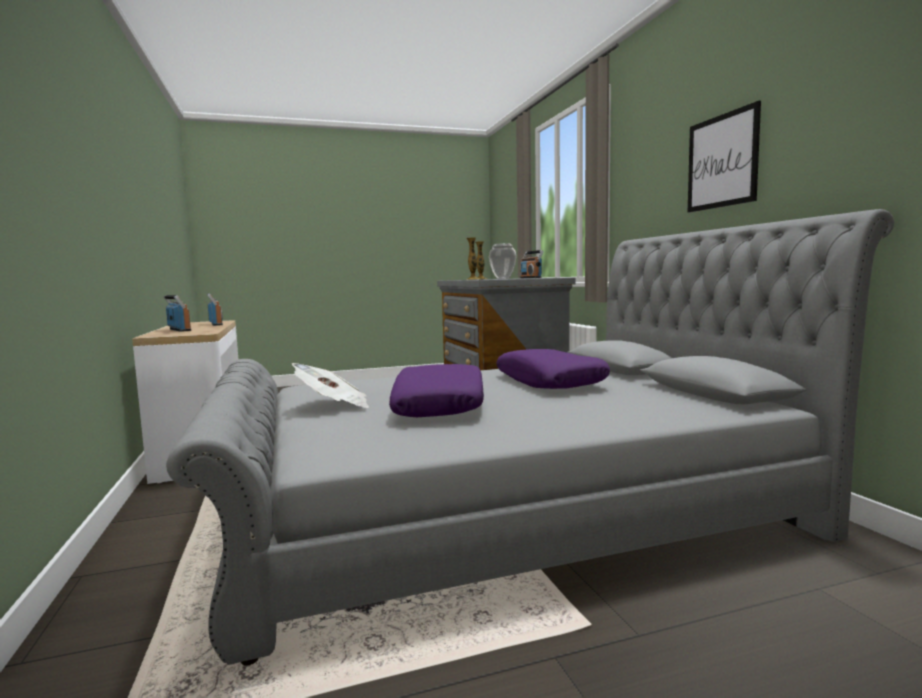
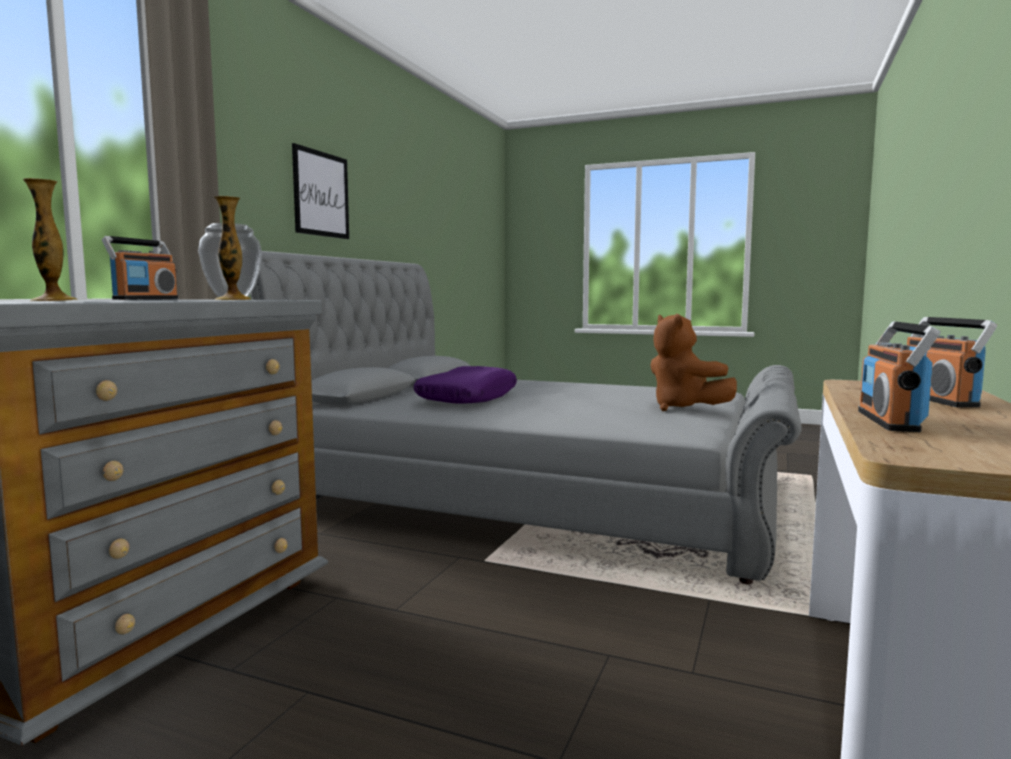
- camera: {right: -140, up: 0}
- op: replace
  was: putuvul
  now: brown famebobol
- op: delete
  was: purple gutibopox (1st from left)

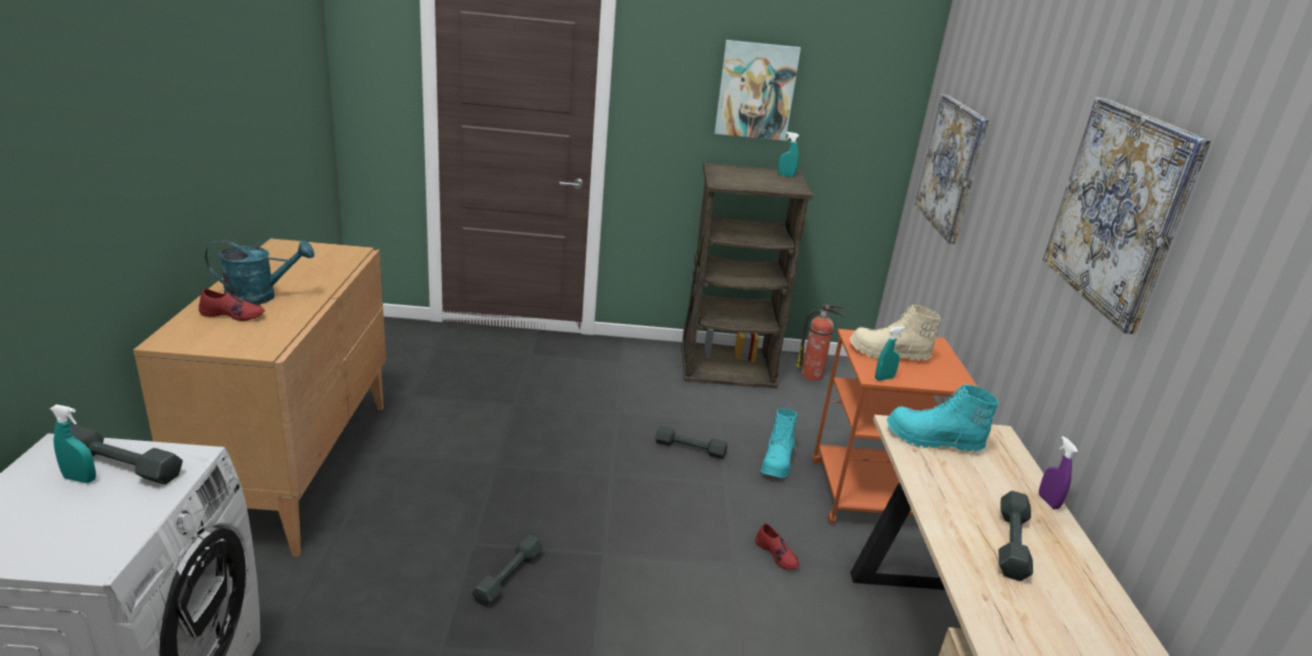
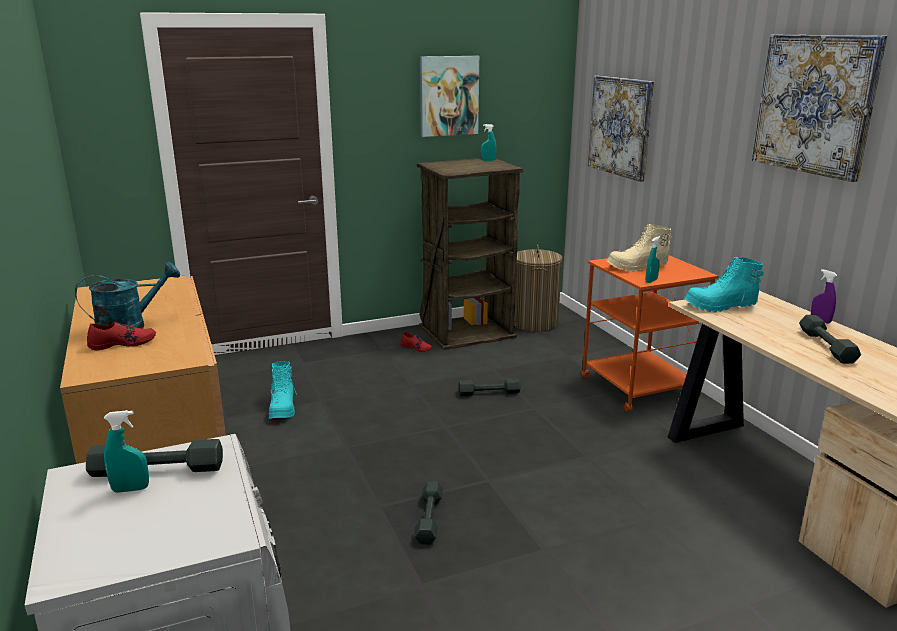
- camera: {right: -20, up: -5}
- op: replace
  was: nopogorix
  now: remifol
- op: move
  was: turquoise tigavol (1st from left)
- op: move
  was: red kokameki (2nd from left)

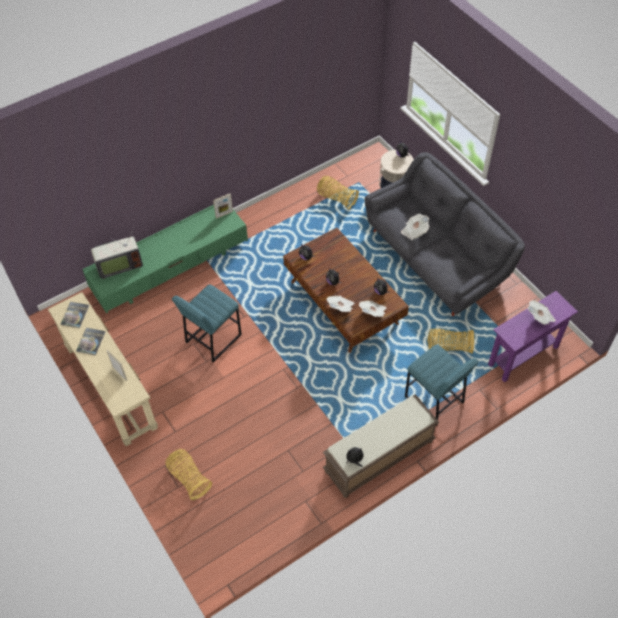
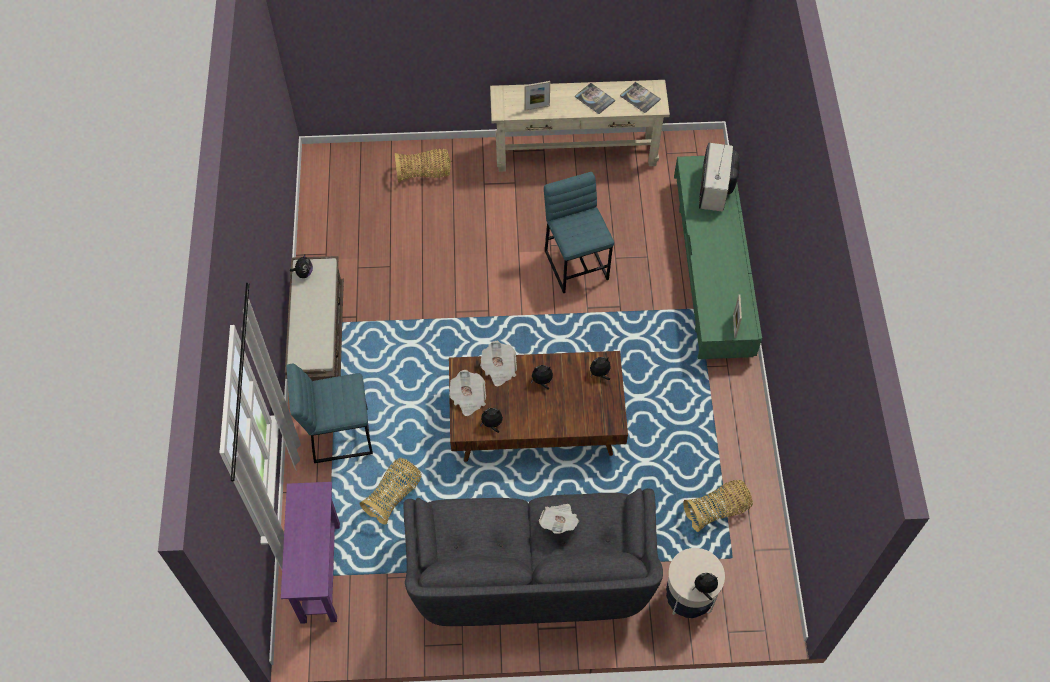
- camera: {right: 120, up: 5}
- op: delete
  was: putuvul (4th from left)

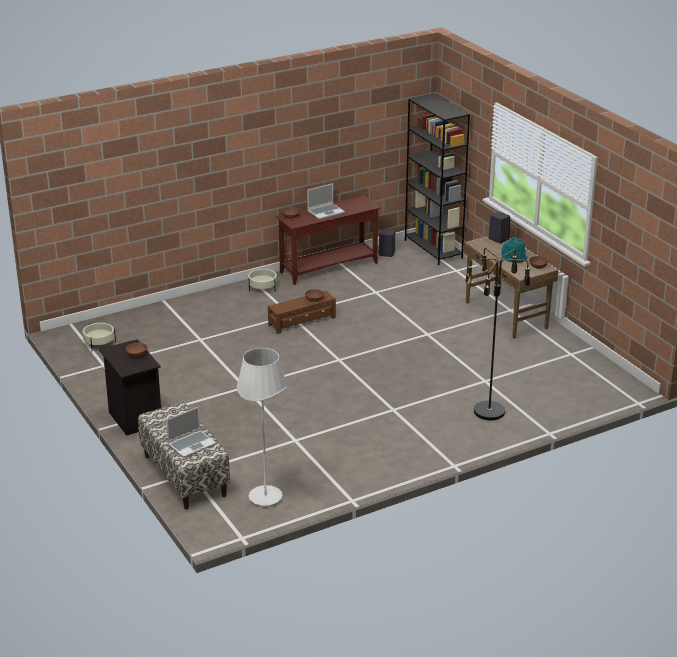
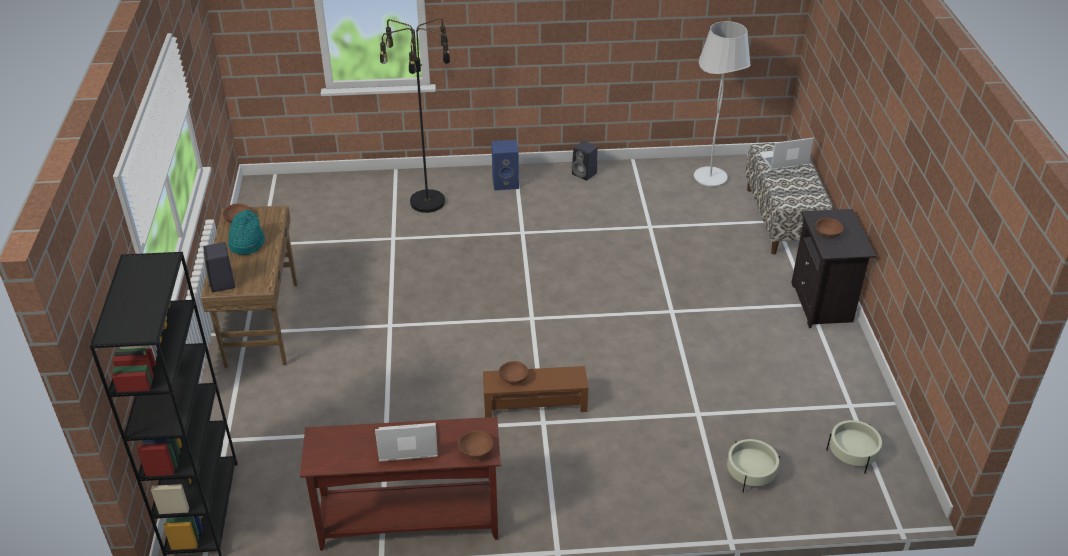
- camera: {right: -155, up: 10}
- op: move
  was: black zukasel (1st from left in the first image)
  now: black zukasel (2nd from left)
- op: move
  was: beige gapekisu (2nd from left in the first image)
  now: beige gapekisu (1st from left)
- op: insert
  now: blue zukasel

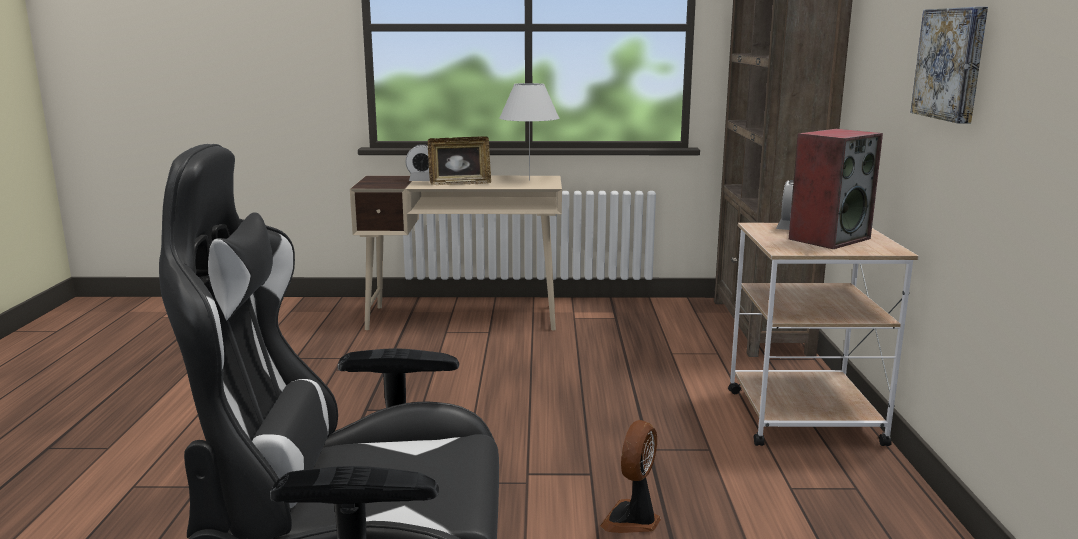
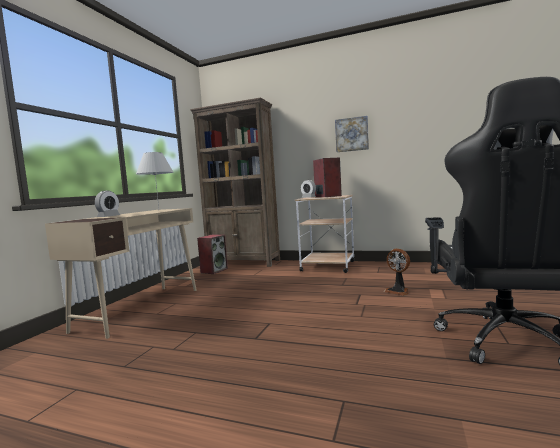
- camera: {right: -70, up: -10}
- op: delete
  was: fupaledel
- op: insert
  now: zukasel (1st from left)

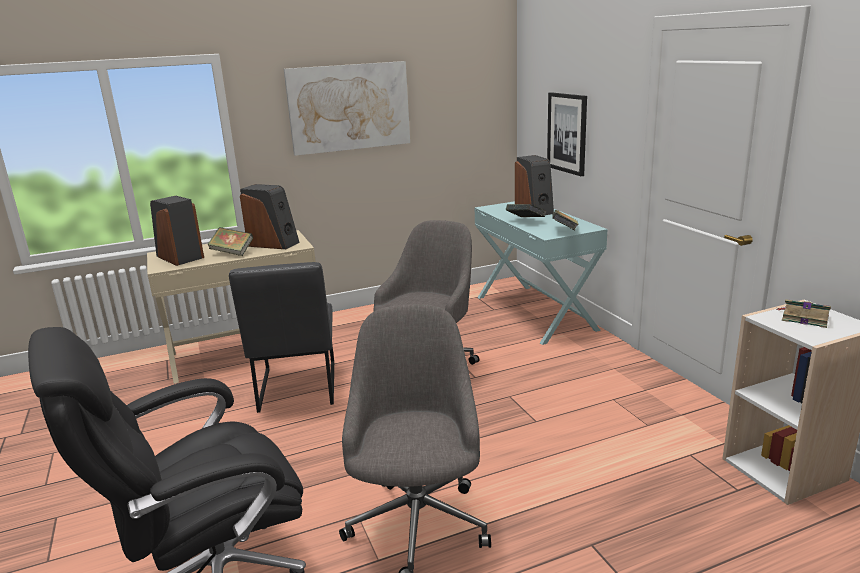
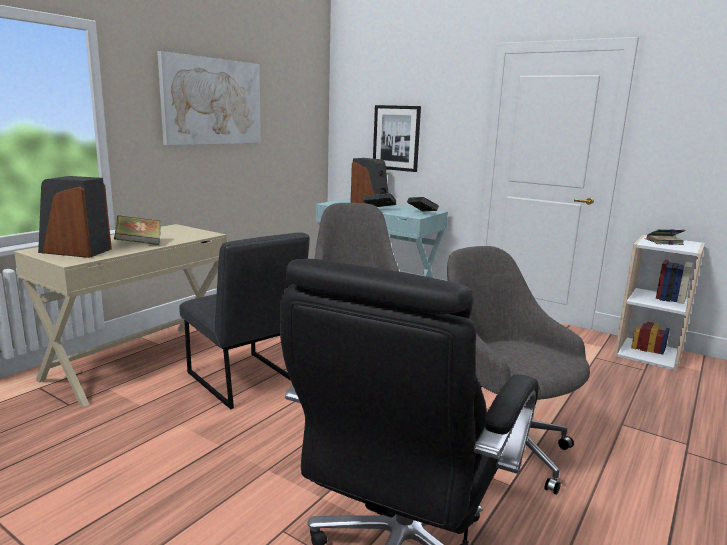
- camera: {right: -35, up: -5}
- op: delete
  was: zukasel (2nd from left)

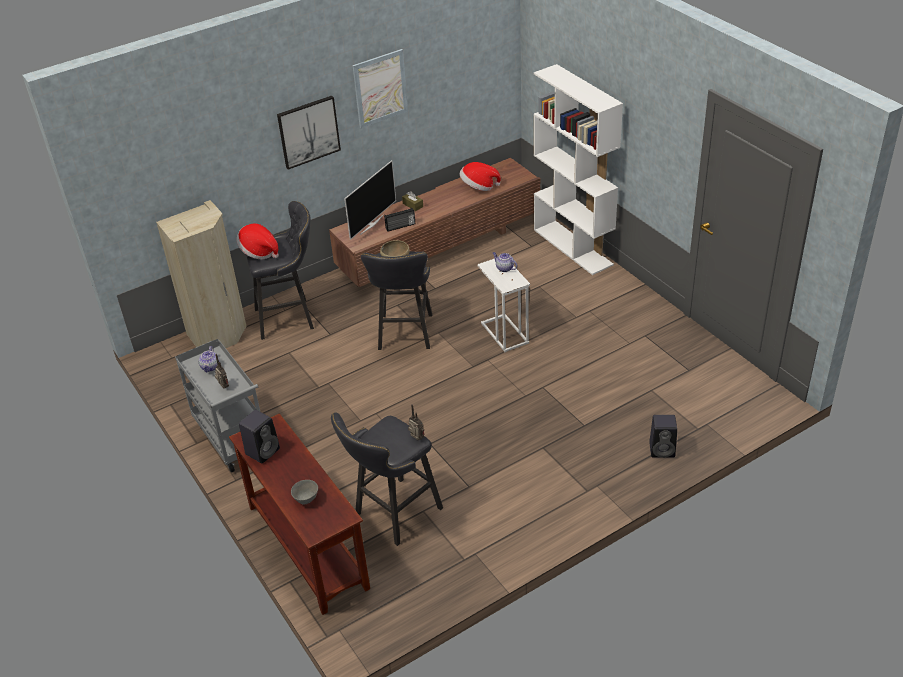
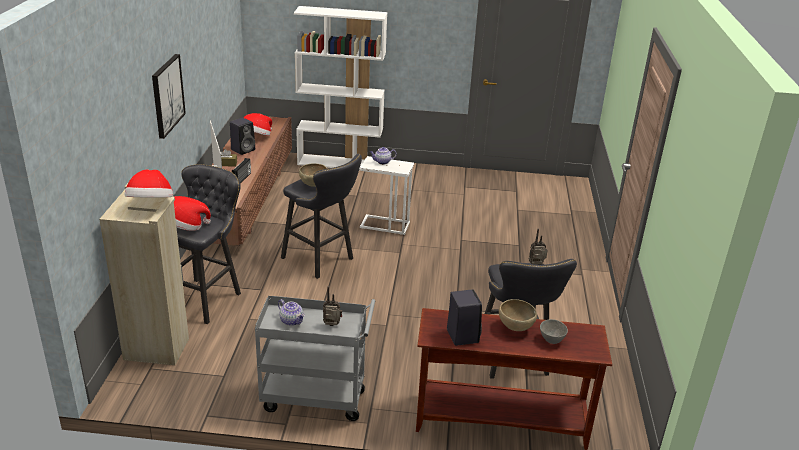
- camera: {right: -55, up: -10}
- op: delete
  was: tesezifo (2nd from left)
- op: move
  was: black zukasel (2nd from left in the first image)
  now: black zukasel (1st from left)
- op: insert
  now: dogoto (1st from left)
- op: insert
  now: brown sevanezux (2nd from left)

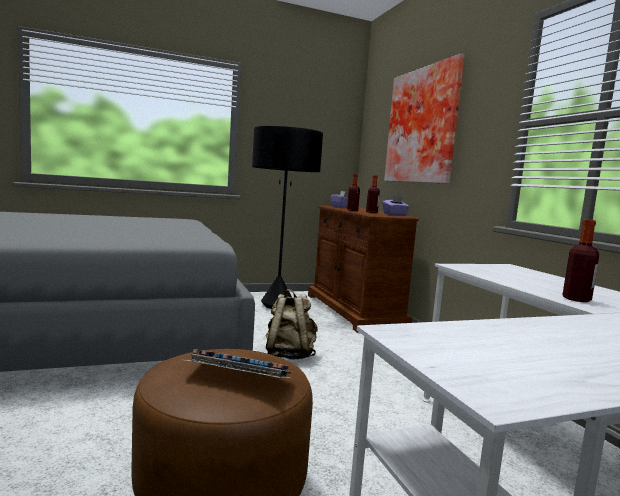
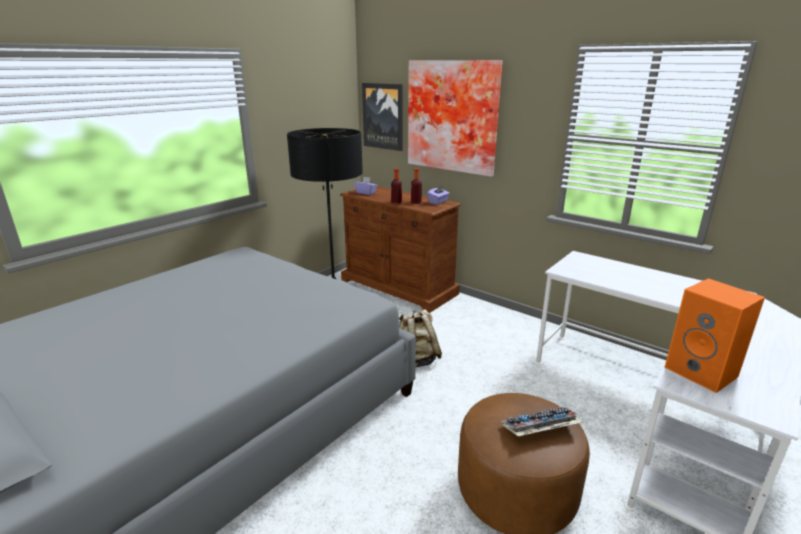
- camera: {right: -30, up: 15}
- op: delete
  was: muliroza (3rd from left)
- op: insert
  now: tesezifo (1st from left)
- op: insert
  now: orange zukasel

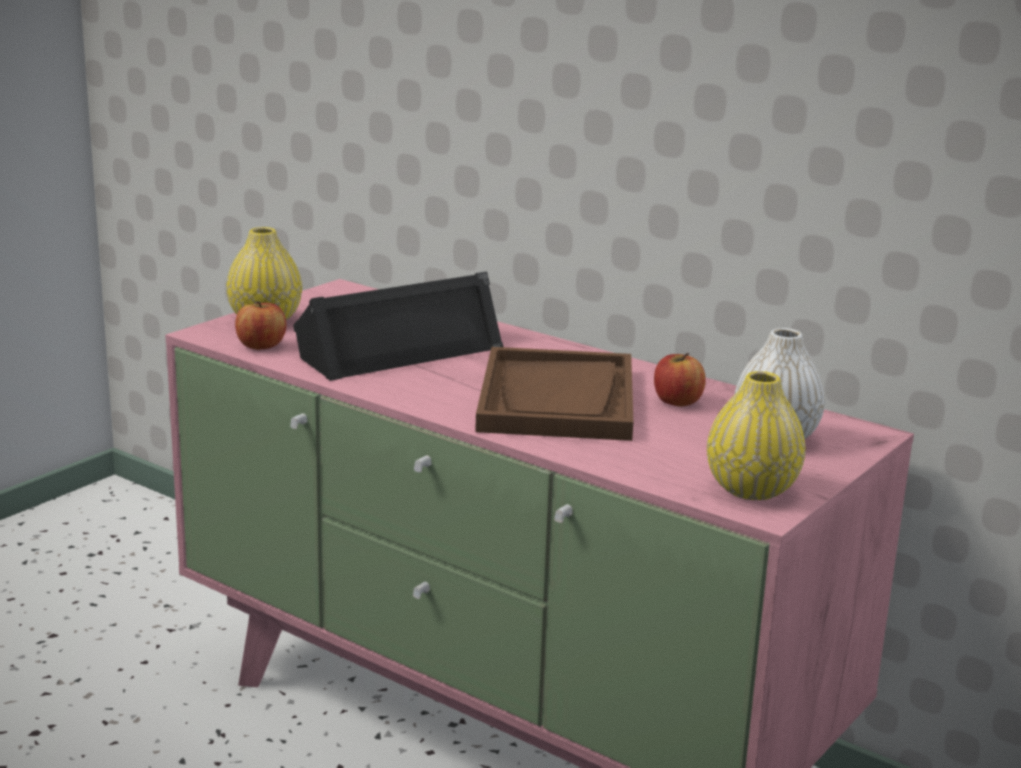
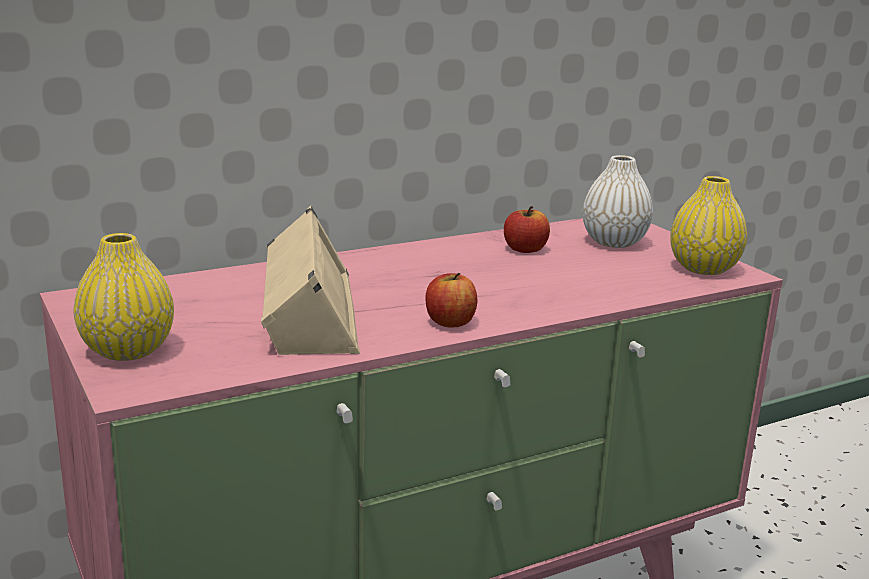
- camera: {right: -65, up: 0}
- op: recolor
  was: black zukasel
  now: beige zukasel
- op: move
  was: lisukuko (1st from left)
- op: delete
  was: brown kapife

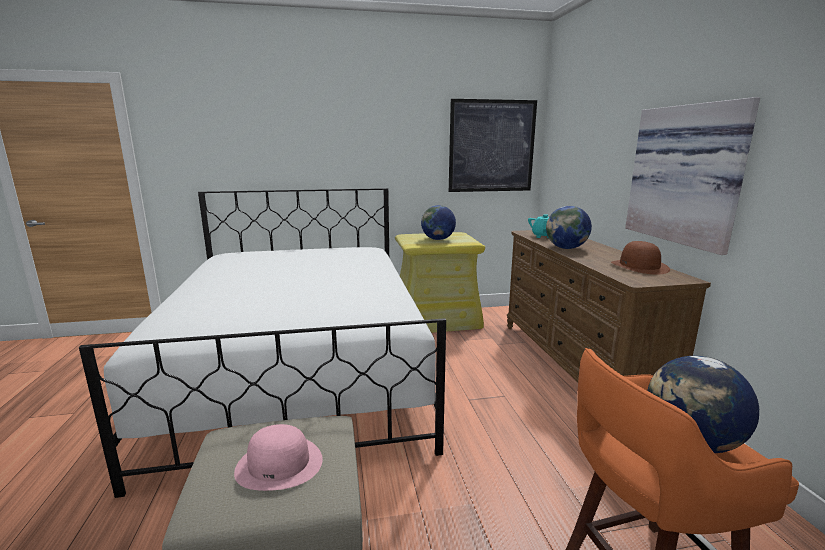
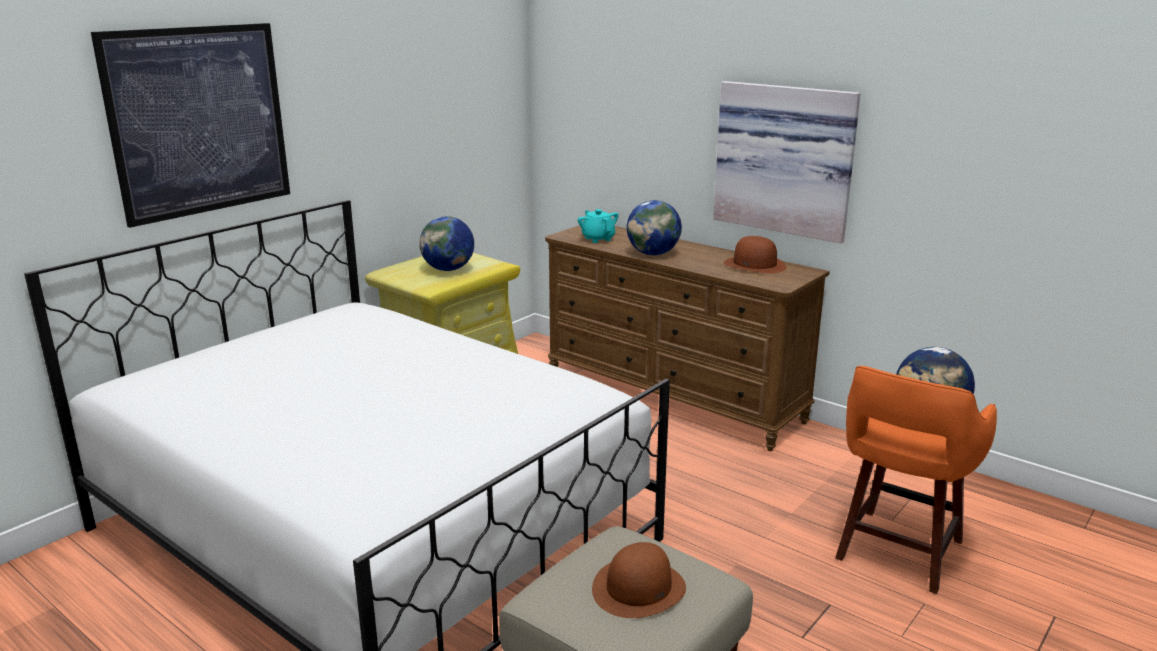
- camera: {right: -40, up: 5}
- op: move
  was: tesezifo (1st from left)
- op: recolor
  was: pink dogoto
  now: brown dogoto (1st from left)

